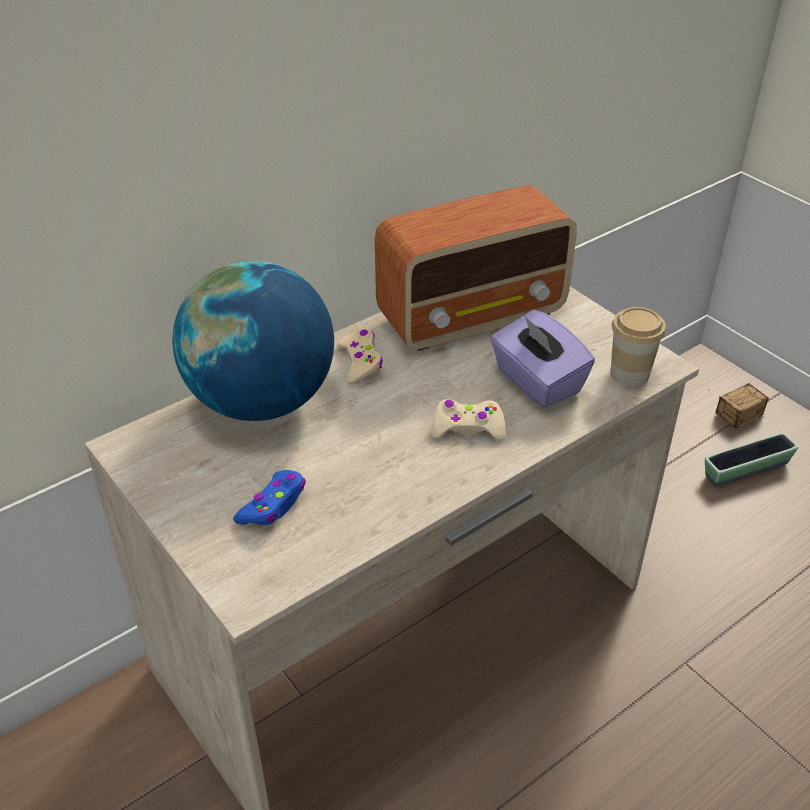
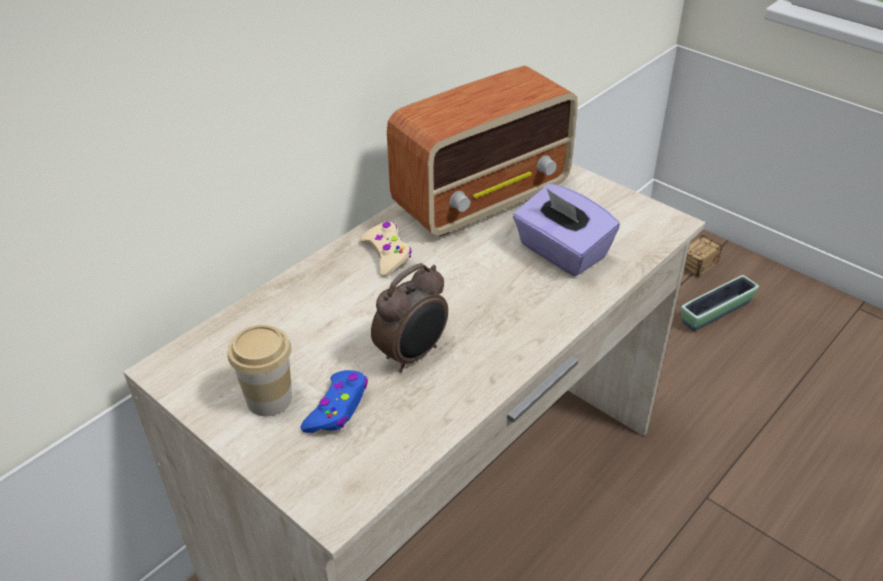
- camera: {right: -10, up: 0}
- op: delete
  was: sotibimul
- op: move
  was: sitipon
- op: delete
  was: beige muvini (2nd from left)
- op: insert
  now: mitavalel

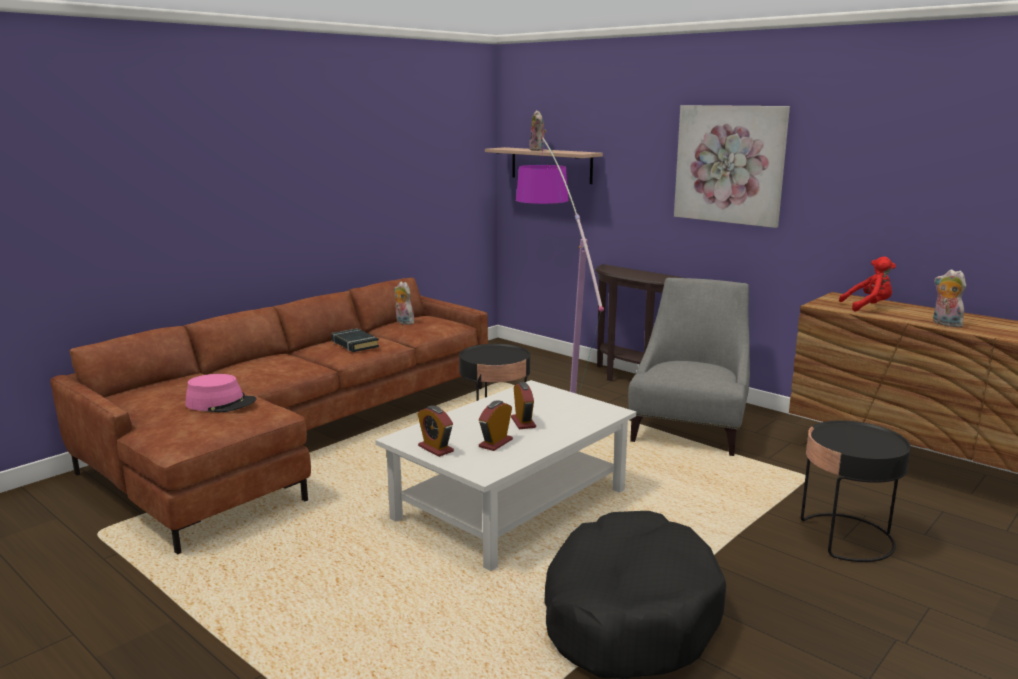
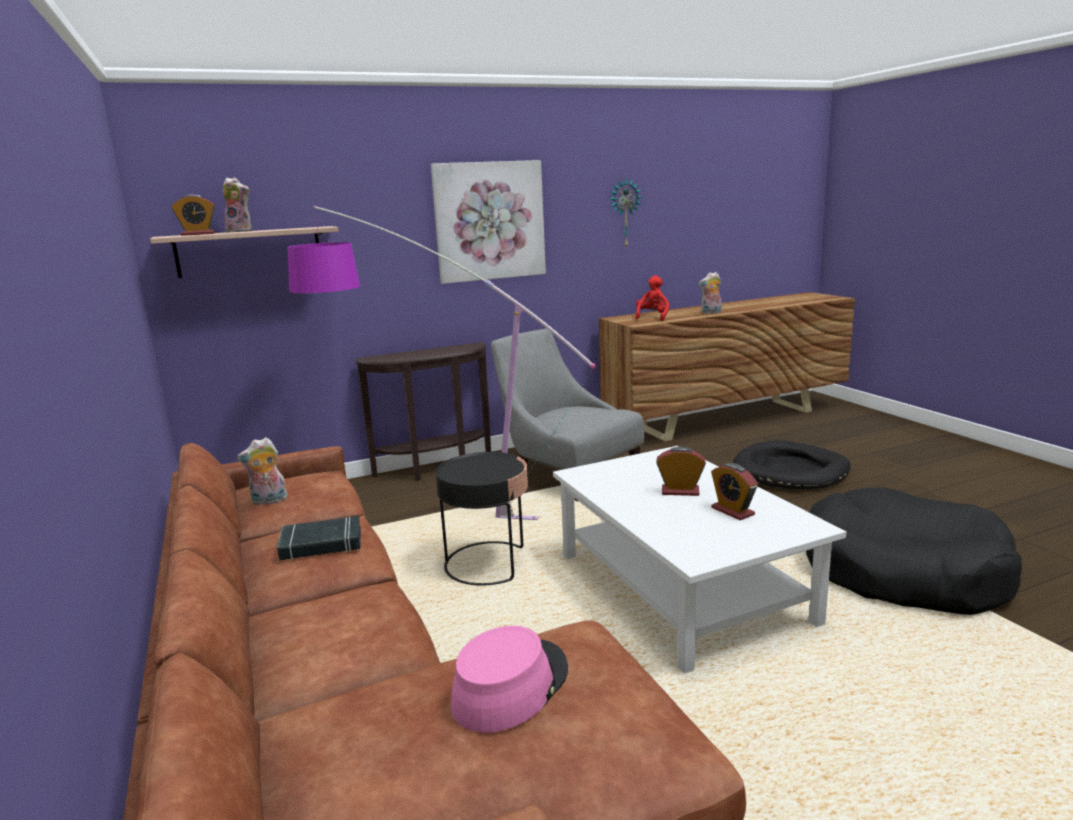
- camera: {right: -65, up: 0}
- op: move
  was: mitavalel (1st from left)
- op: replace
  was: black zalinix (2nd from left)
  now: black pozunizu (1st from left)
- op: insert
  now: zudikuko

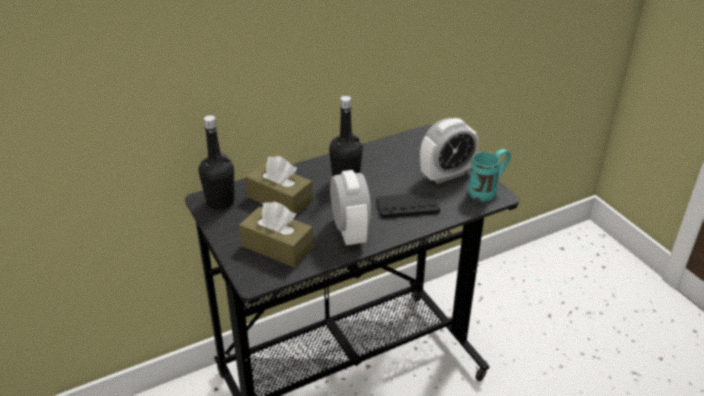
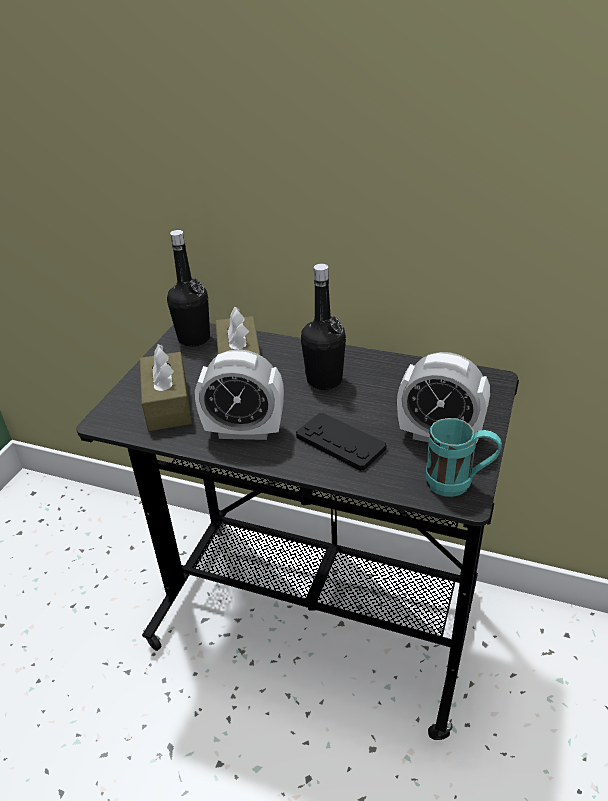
- camera: {right: 50, up: 0}
- op: rotate
  was: mitavalel (1st from left)
  clockwise: 60

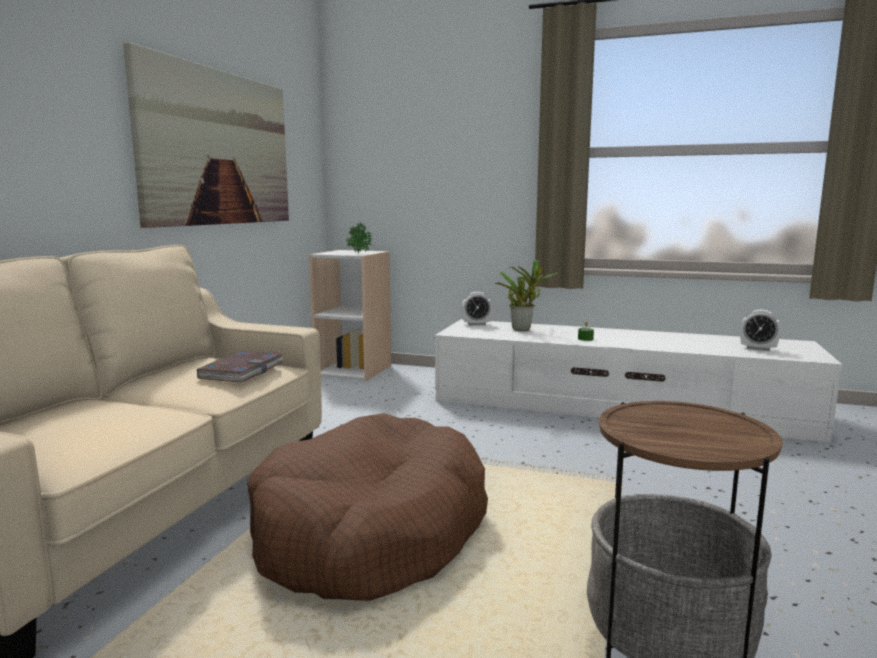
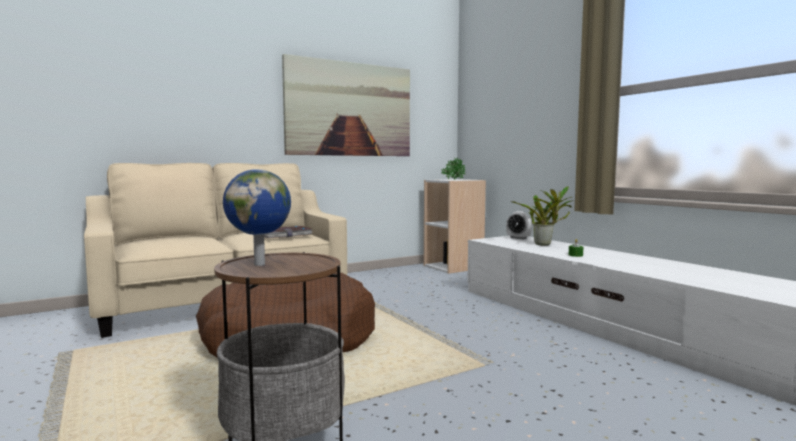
- camera: {right: 40, up: -5}
- op: delete
  was: mitavalel (2nd from left)
- op: insert
  now: sotibimul

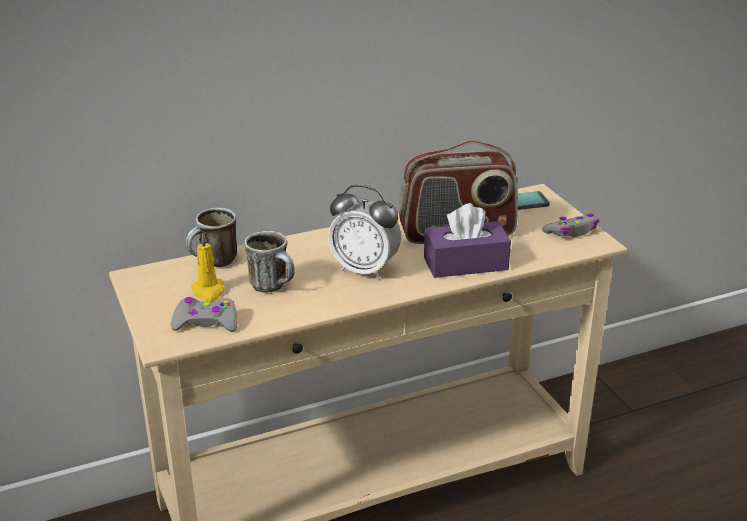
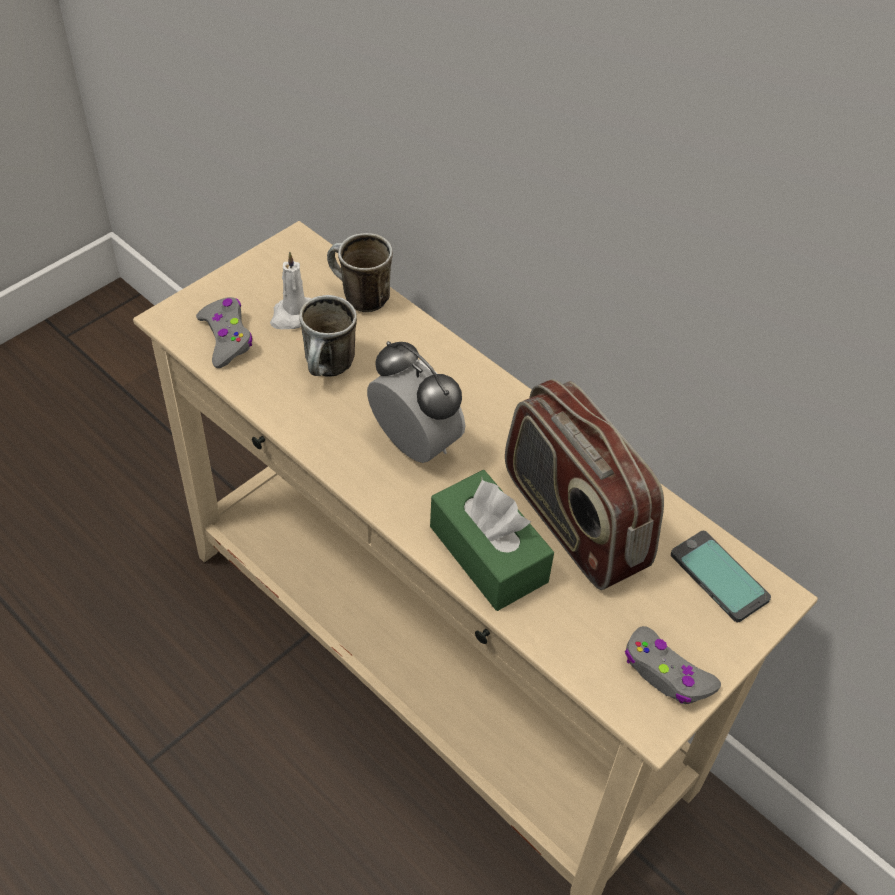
- camera: {right: 65, up: 20}
- op: rotate
  was: mitavalel
  clockwise: 135
- op: recolor
  was: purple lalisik
  now: green lalisik
- op: recolor
  was: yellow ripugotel
  now: white ripugotel

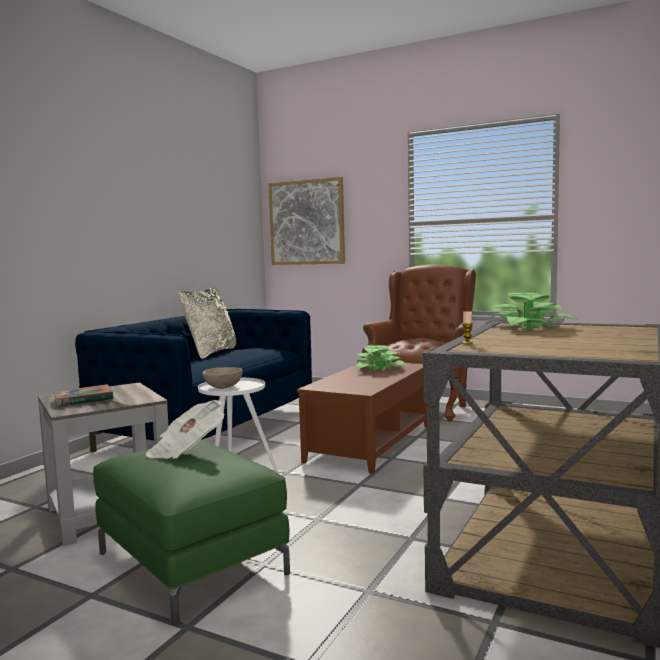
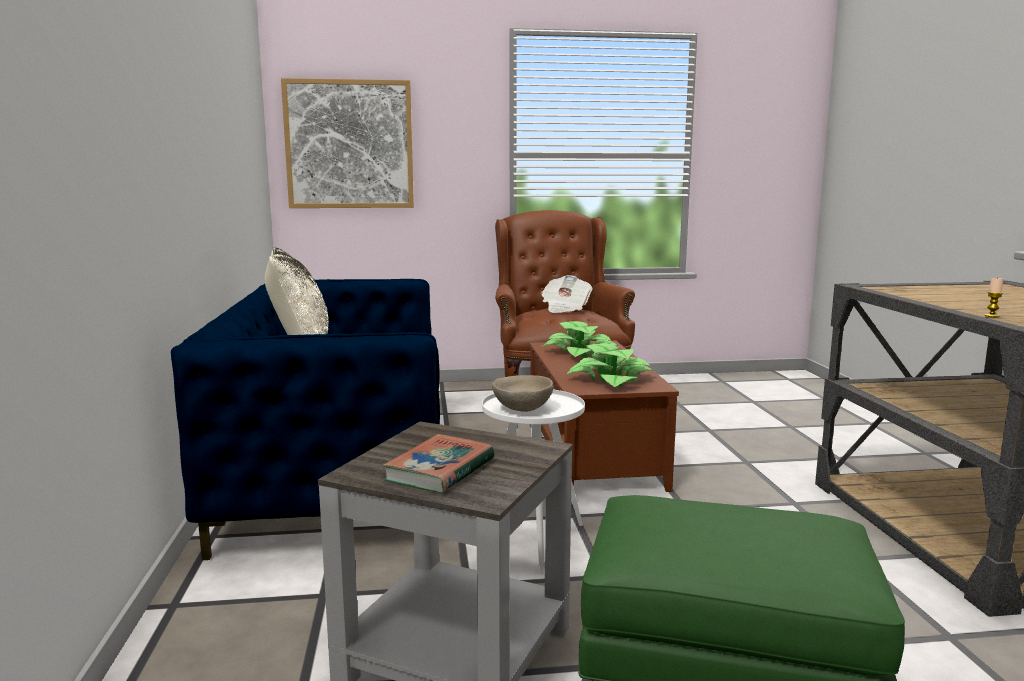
- camera: {right: -35, up: 5}
- op: move
  was: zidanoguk (2nd from left)
- op: move
  was: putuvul

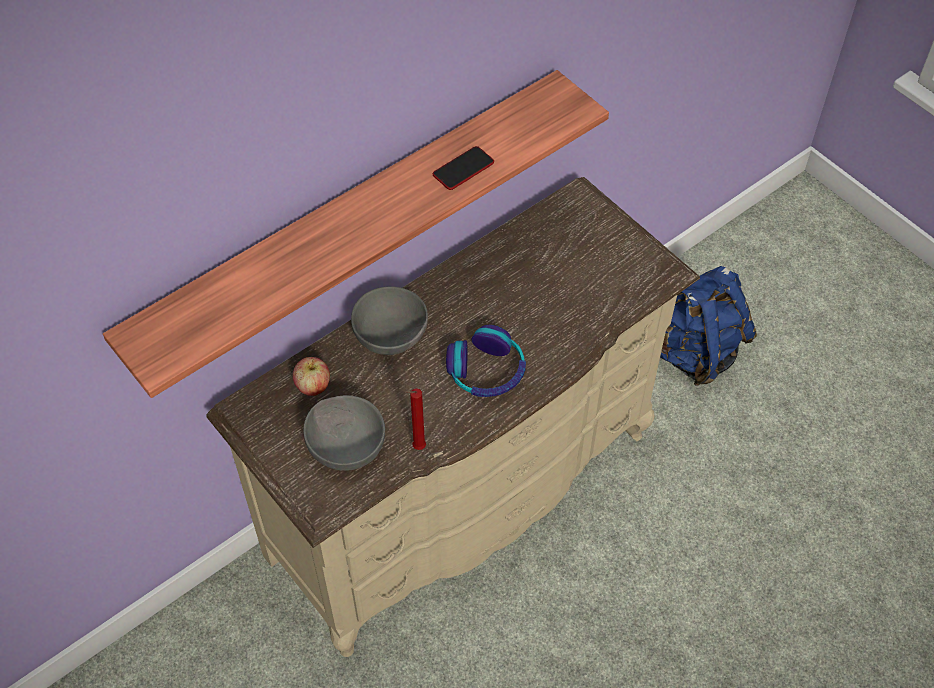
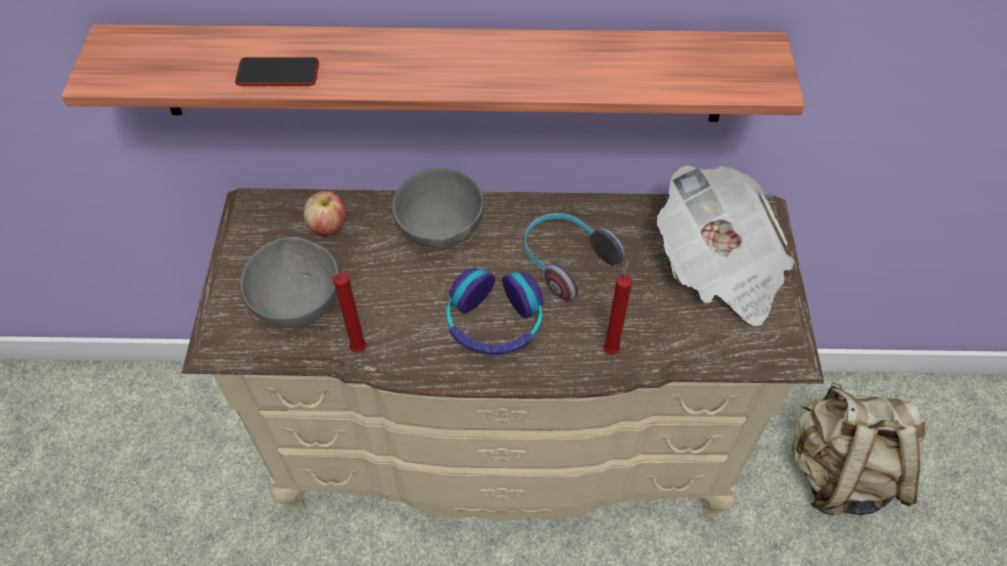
- camera: {right: 40, up: 0}
- op: move
  was: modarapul
- op: recolor
  was: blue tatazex
  now: beige tatazex
- op: insert
  now: putuvul
- op: insert
  now: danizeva (2nd from left)
- op: insert
  now: red ripugotel (2nd from left)

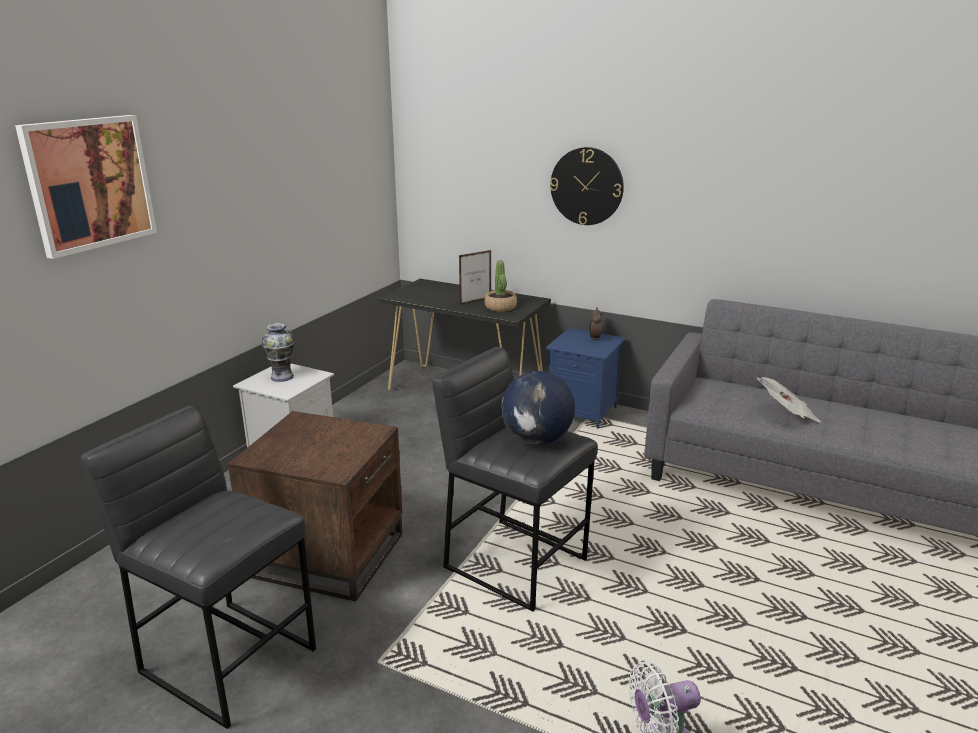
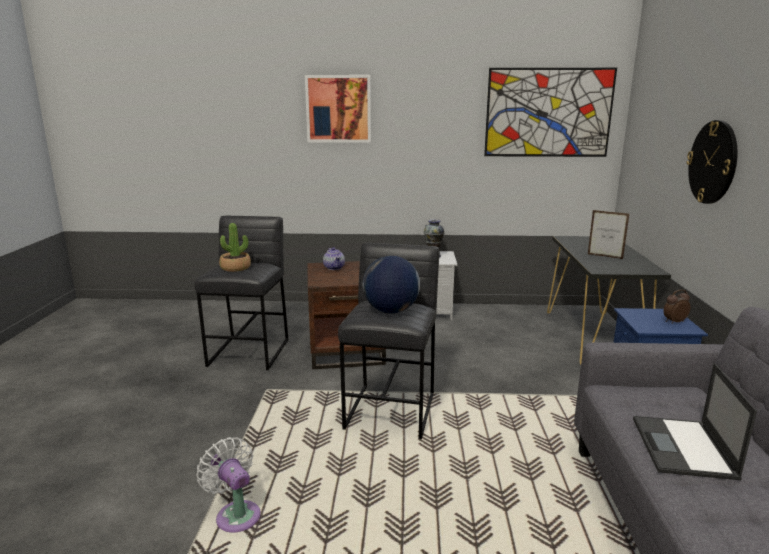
- camera: {right: 65, up: -5}
- op: move
  was: zidanoguk
- op: replace
  was: putuvul
  now: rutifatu
- op: insert
  now: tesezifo (2nd from left)
- op: insert
  now: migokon

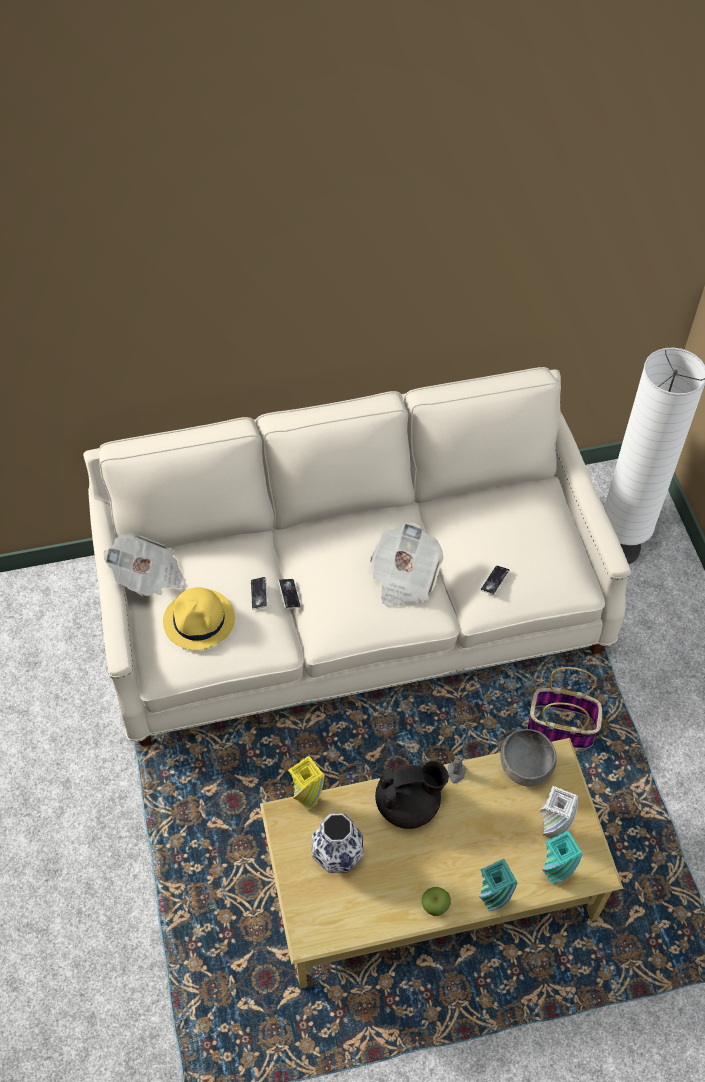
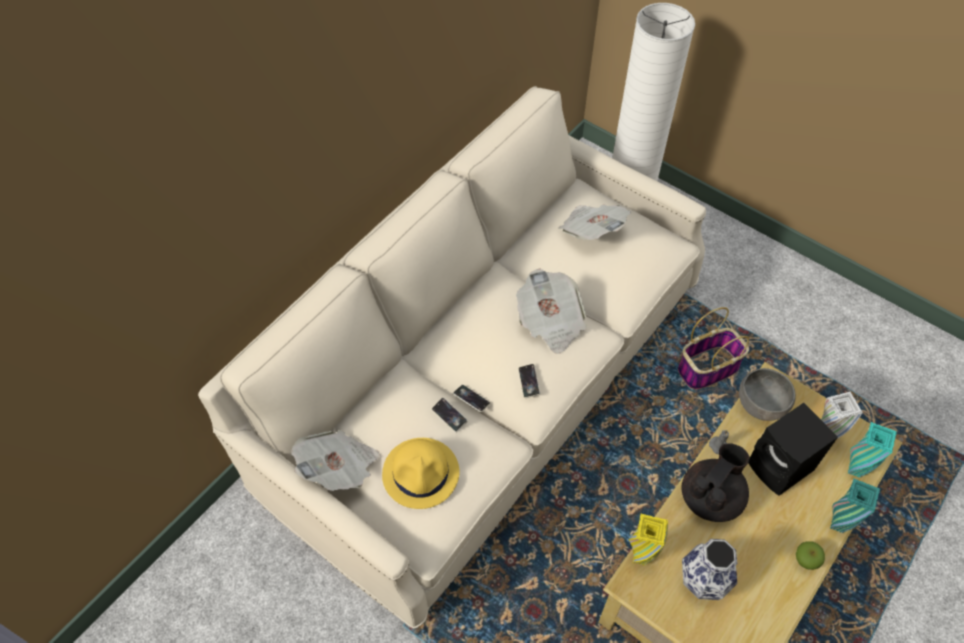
- camera: {right: -40, up: 0}
- op: move
  was: modarapul (3rd from left)
- op: insert
  now: putuvul (3rd from left)
- op: insert
  now: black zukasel

